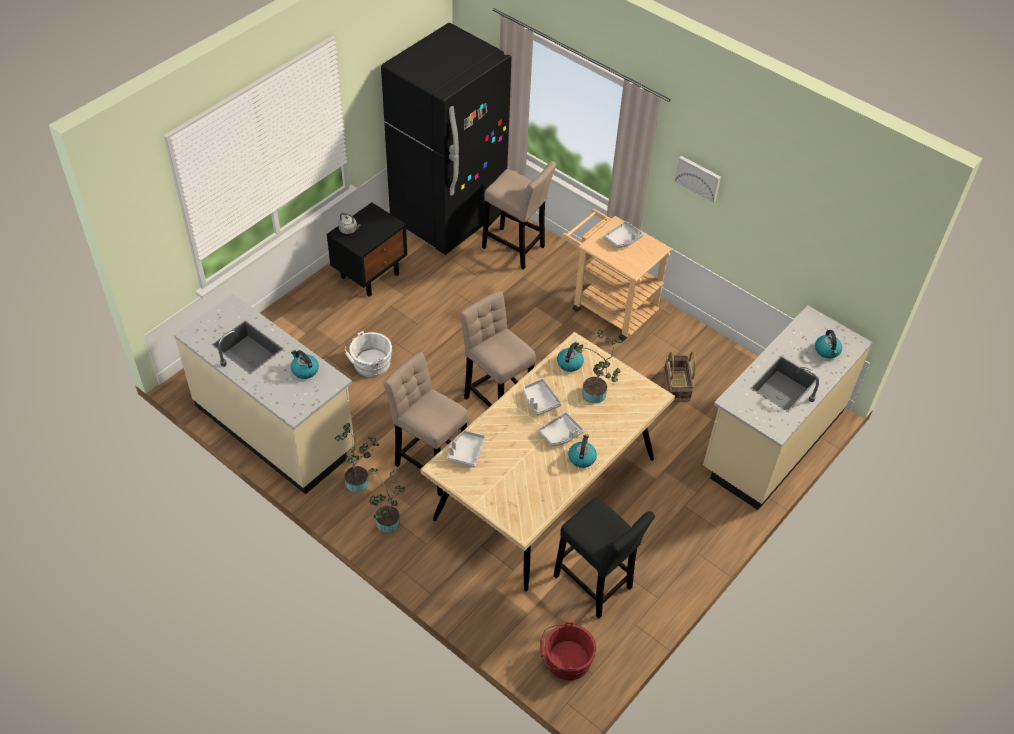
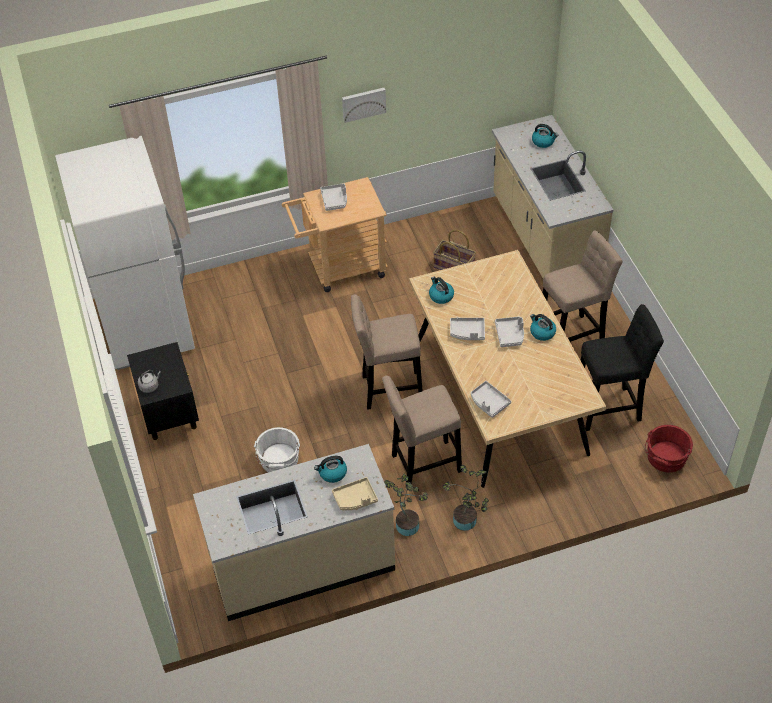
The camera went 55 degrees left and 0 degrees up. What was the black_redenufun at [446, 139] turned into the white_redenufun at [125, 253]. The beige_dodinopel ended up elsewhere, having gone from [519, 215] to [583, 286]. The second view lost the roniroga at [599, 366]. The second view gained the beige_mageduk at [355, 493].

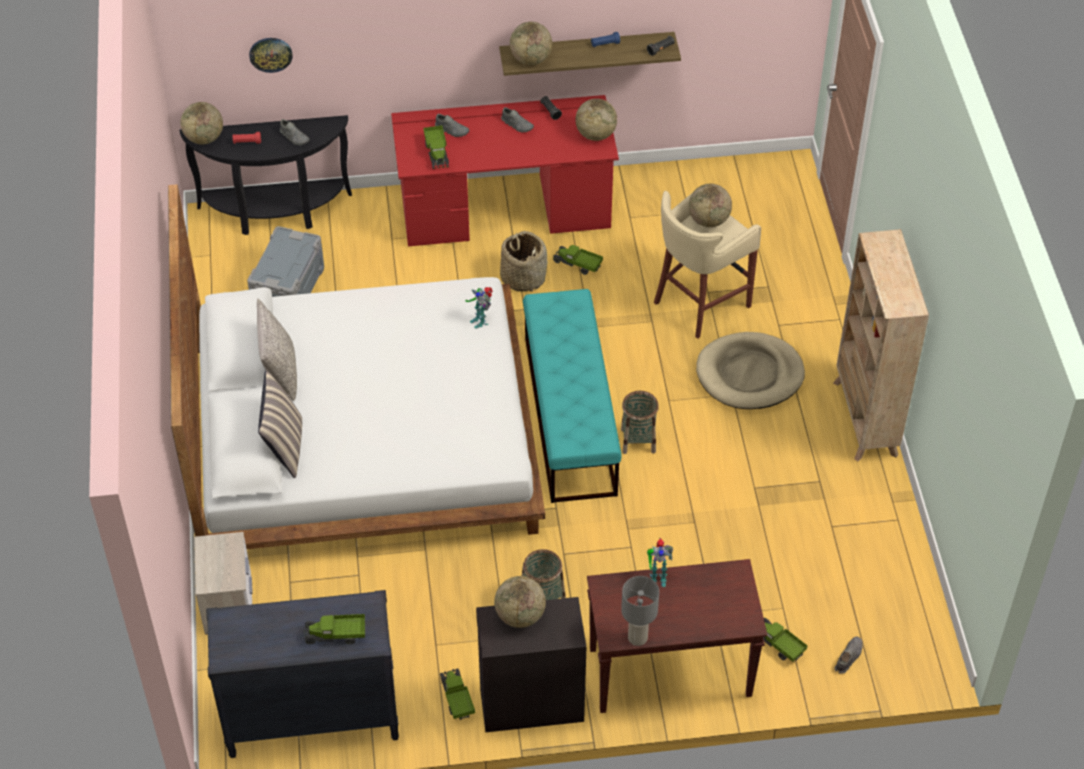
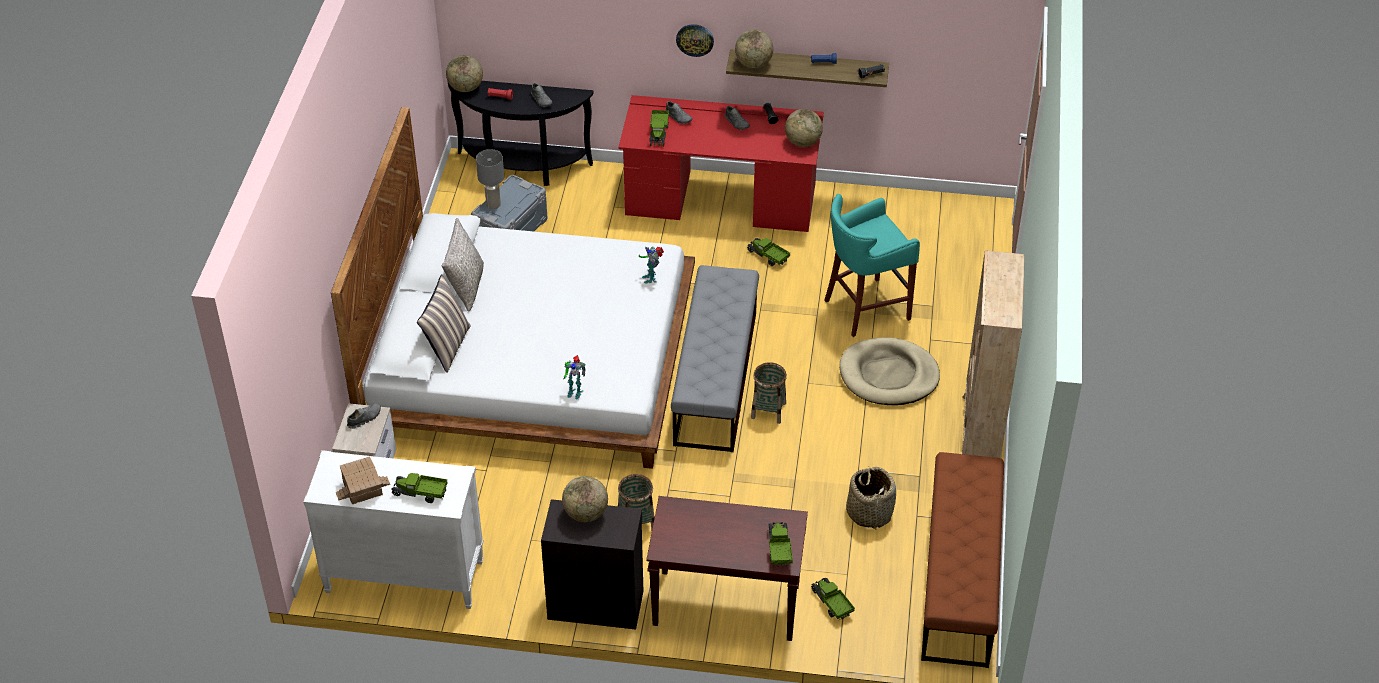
The camera went 15 degrees right and 5 degrees down. What was the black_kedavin at [302, 674] turned into the white_kedavin at [393, 529]. The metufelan ended up elsewhere, having gone from [270, 55] to [695, 40]. The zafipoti ended up elsewhere, having gone from [457, 694] to [780, 544]. The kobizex ended up elsewhere, having gone from [523, 261] to [871, 497]. What was the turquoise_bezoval at [572, 396] turned into the grey_bezoval at [715, 358]. The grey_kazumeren ended up elsewhere, having gone from [640, 611] to [490, 179]. The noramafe ended up elsewhere, having gone from [660, 562] to [574, 377]. What was the beige_dodinopel at [707, 265] turned into the turquoise_dodinopel at [872, 265]. The second view lost the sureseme at [710, 205]. The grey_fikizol ended up elsewhere, having gone from [848, 655] to [364, 416]. The second view gained the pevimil at [363, 480]. The second view gained the brown_bezoval at [962, 560].

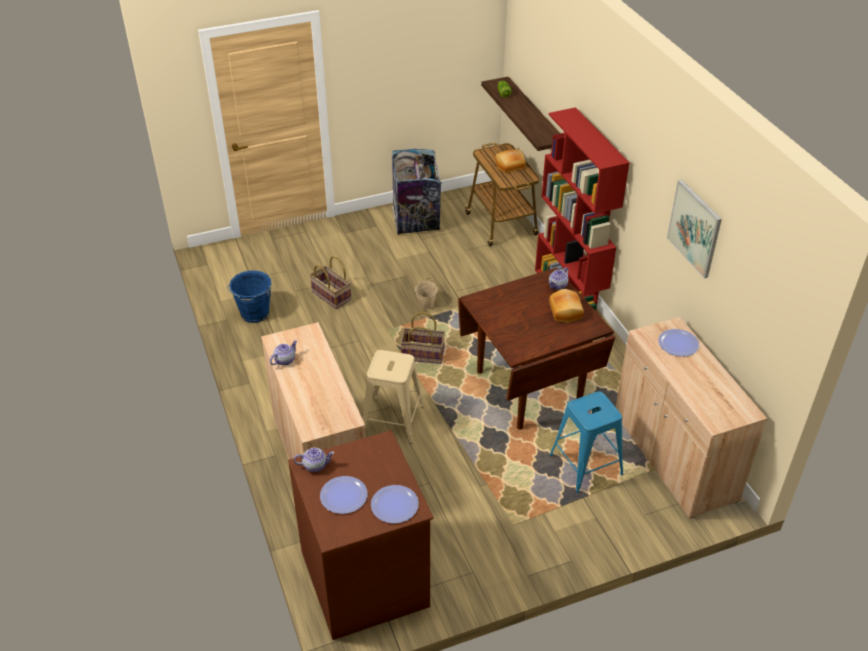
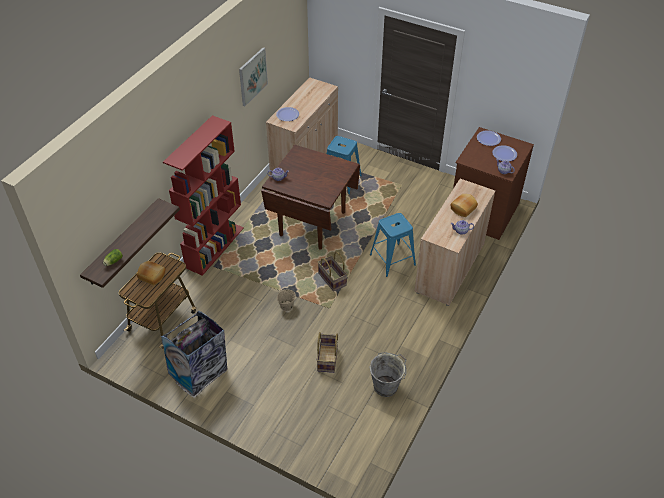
The camera went 130 degrees left and 5 degrees up. What was the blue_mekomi at [249, 296] turned into the grey_mekomi at [388, 374]. What was the beige_dodinopel at [393, 397] turned into the blue_dodinopel at [393, 245]. The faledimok ended up elsewhere, having gone from [566, 306] to [464, 205].

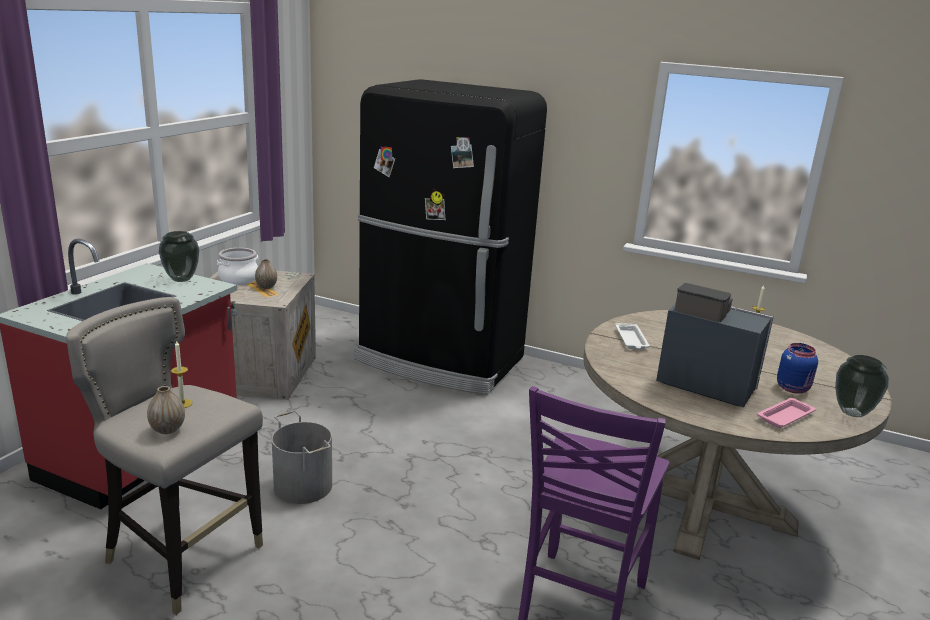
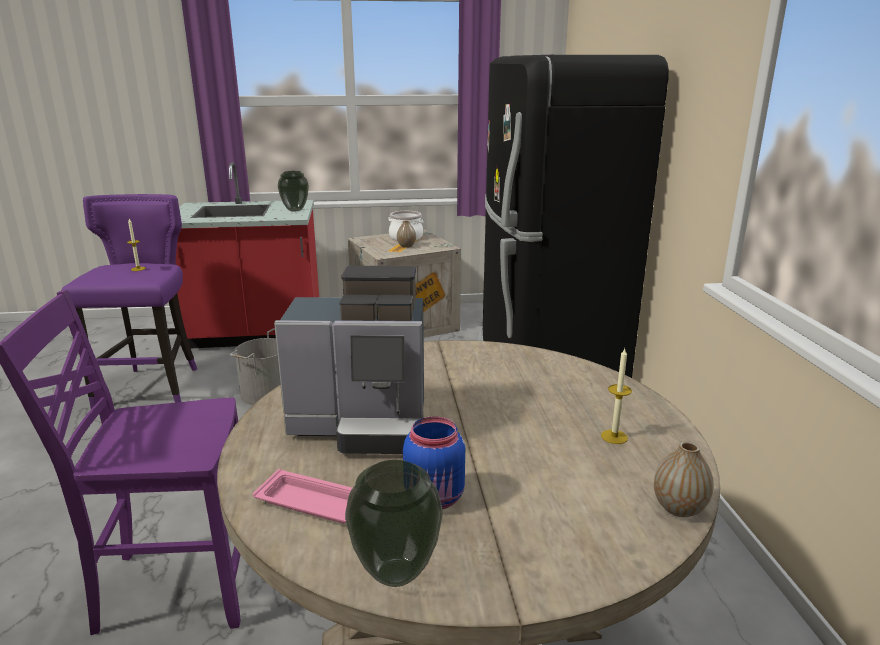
The camera went 60 degrees right and 0 degrees up. What was the grey_dodinopel at [164, 456] turned into the purple_dodinopel at [129, 301]. The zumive ended up elsewhere, having gone from [166, 410] to [684, 479]. The second view lost the white_mageduk at [632, 336]. The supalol at [715, 345] ended up facing another way, 90 degrees clockwise from before.

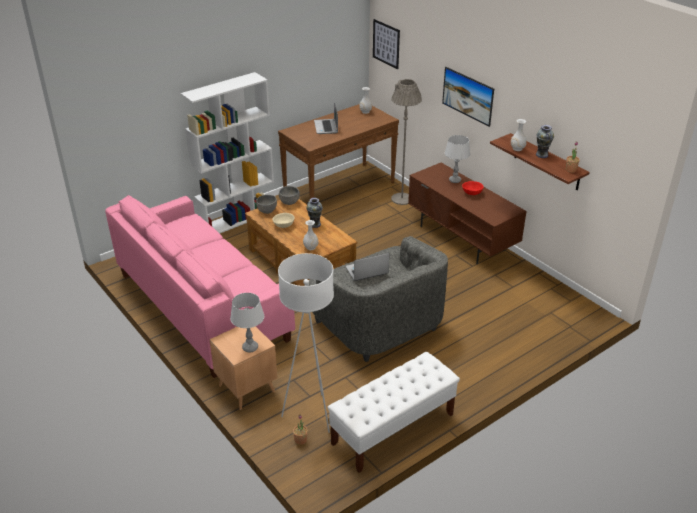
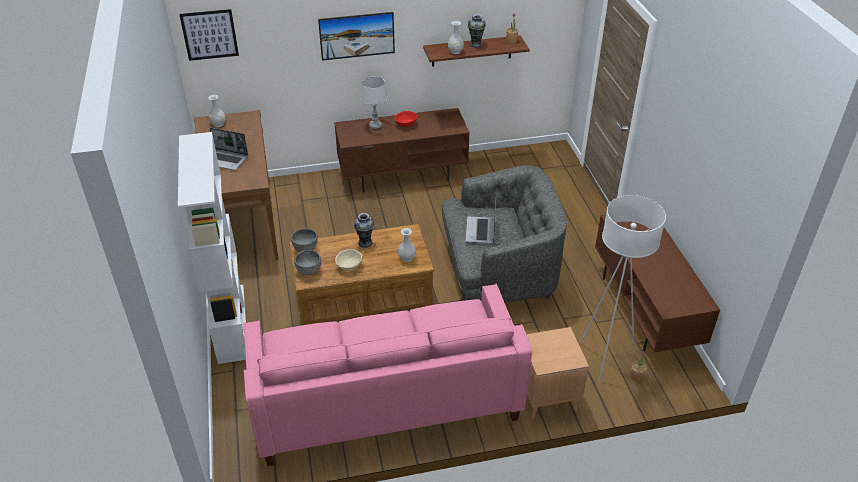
The camera went 65 degrees left and 5 degrees up. The second view lost the grey_kazumeren at [247, 322]. Where the white_bezoval stood at [394, 412], the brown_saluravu came to stand at [657, 283]. The second view lost the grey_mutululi at [406, 142].

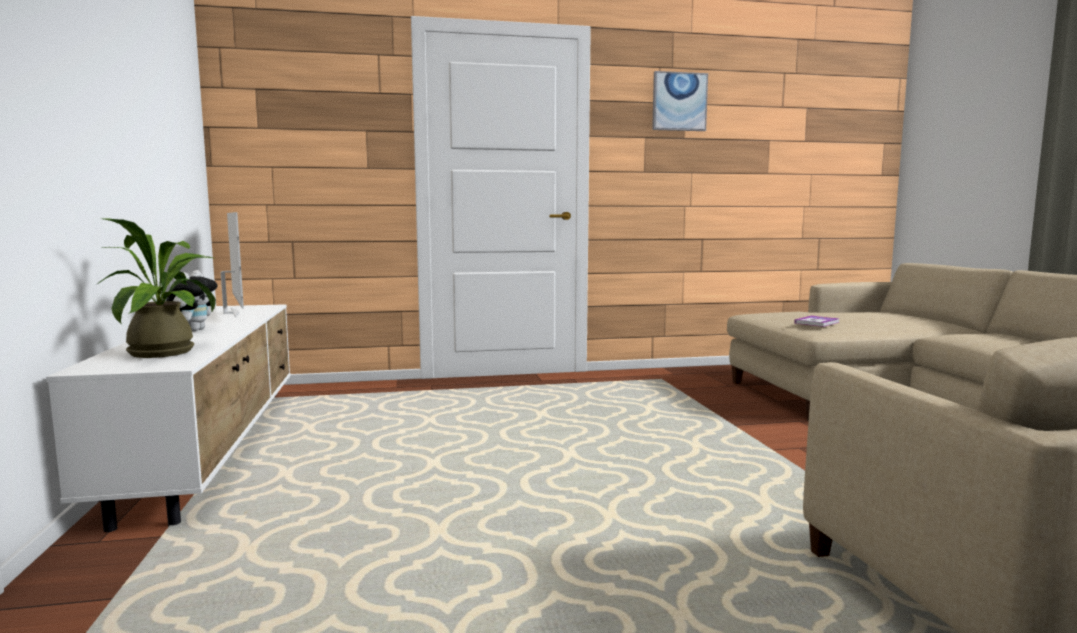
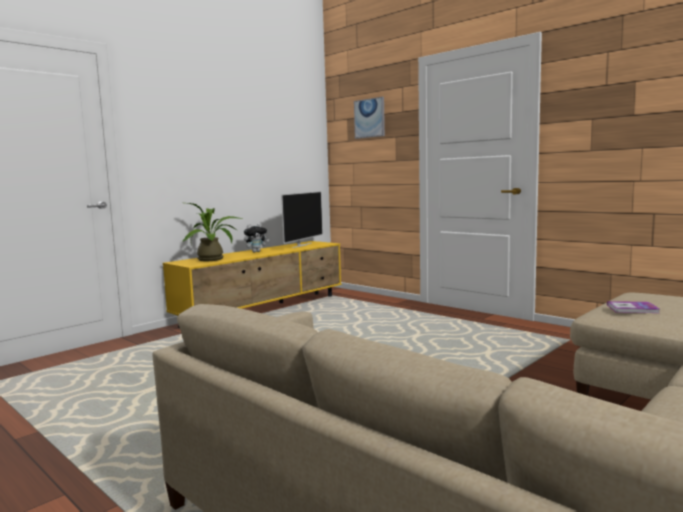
The camera went 55 degrees right and 0 degrees up. What was the white_saluravu at [168, 418] turned into the yellow_saluravu at [252, 284]. The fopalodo ended up elsewhere, having gone from [680, 101] to [369, 118].

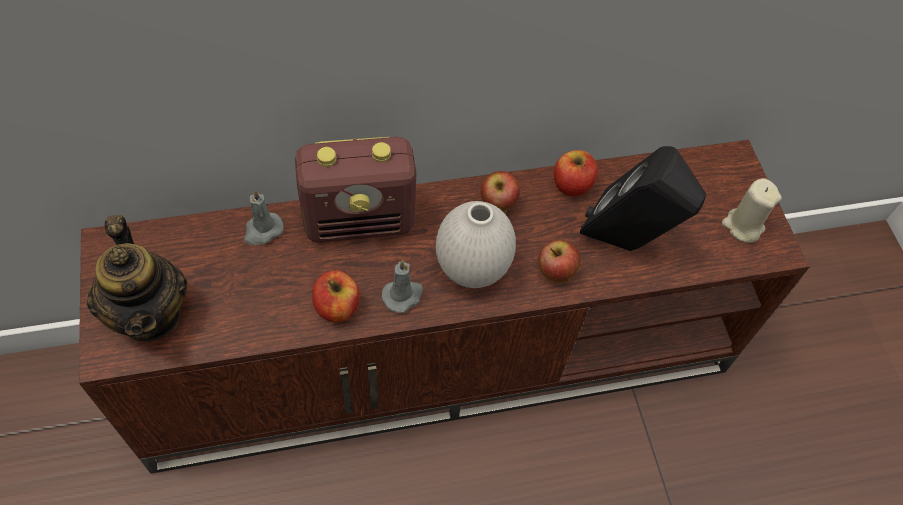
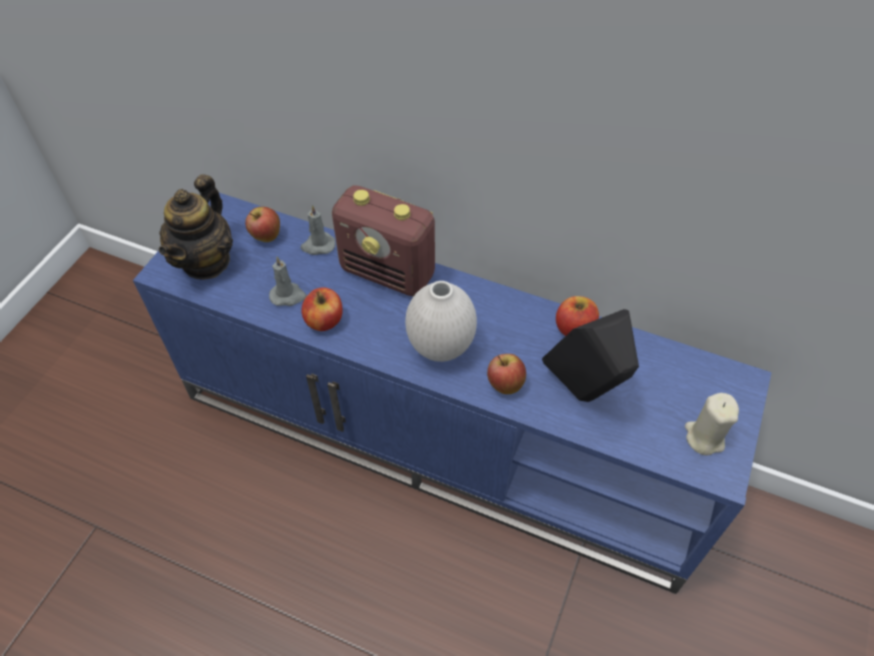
The camera went 40 degrees right and 5 degrees down. What was the brown_saluravu at [444, 307] turned into the blue_saluravu at [452, 393]. The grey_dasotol ended up elsewhere, having gone from [402, 286] to [288, 281]. The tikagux ended up elsewhere, having gone from [500, 191] to [262, 224].

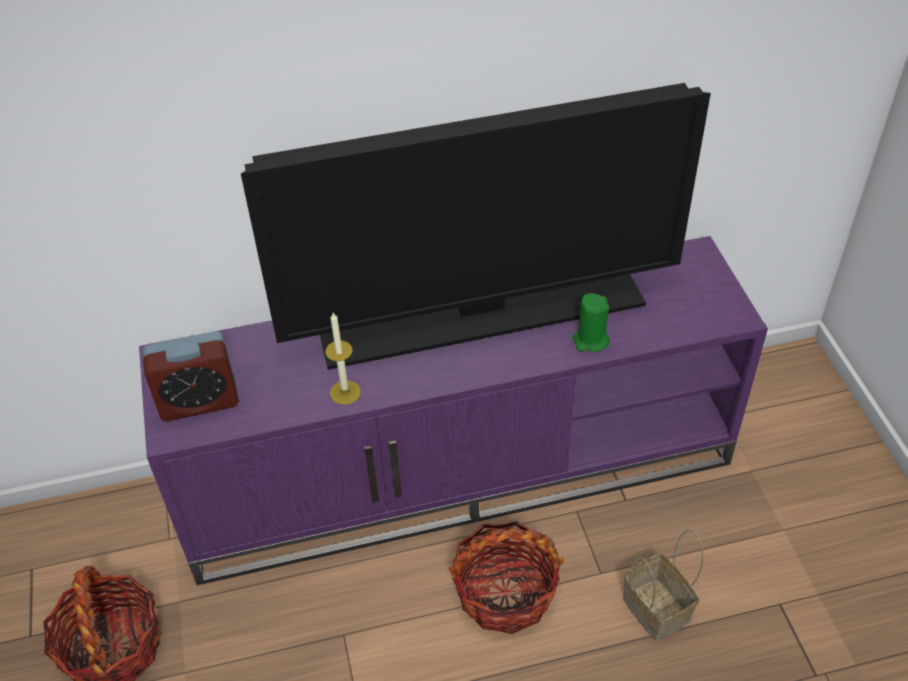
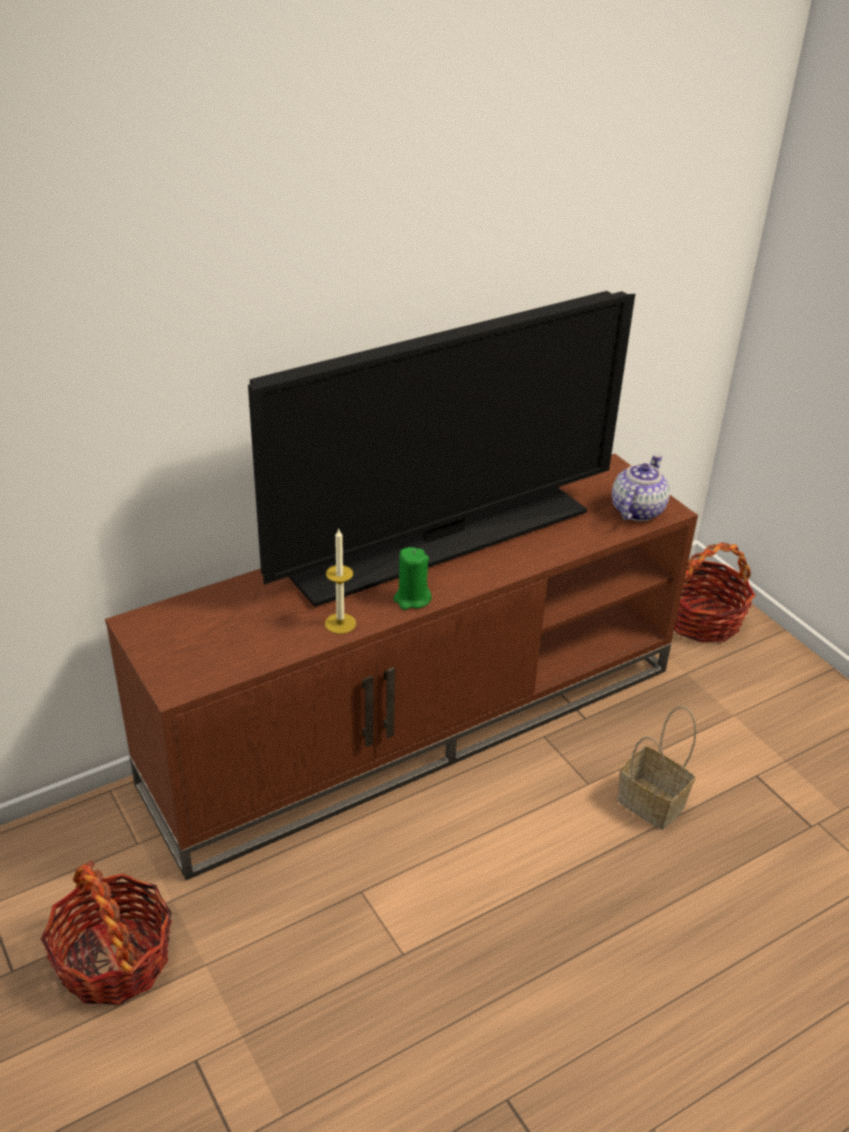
The camera went 20 degrees left and 10 degrees down. What was the purple_saluravu at [453, 410] turned into the brown_saluravu at [401, 667]. The second view lost the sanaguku at [190, 376]. The kobizex ended up elsewhere, having gone from [506, 577] to [715, 592]. The green_dasotol ended up elsewhere, having gone from [591, 322] to [412, 578]. The second view gained the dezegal at [641, 487].

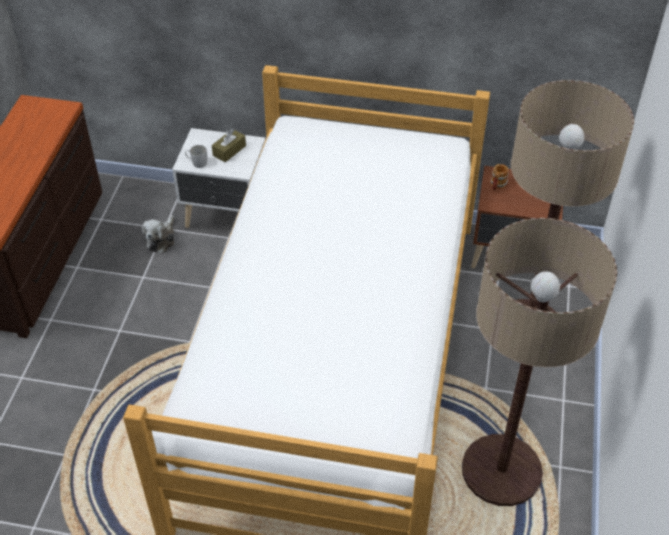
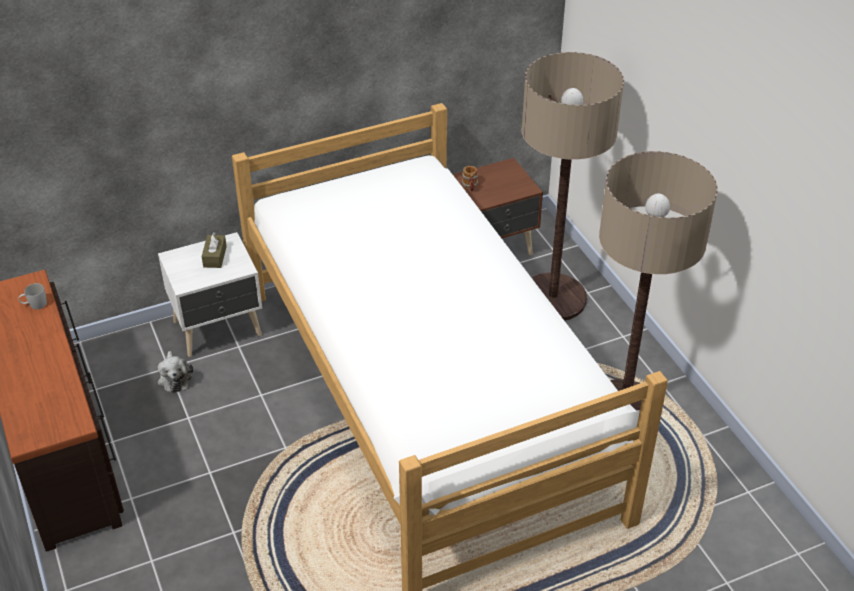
The camera went 35 degrees left and 5 degrees down. The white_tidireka ended up elsewhere, having gone from [196, 156] to [32, 296].

